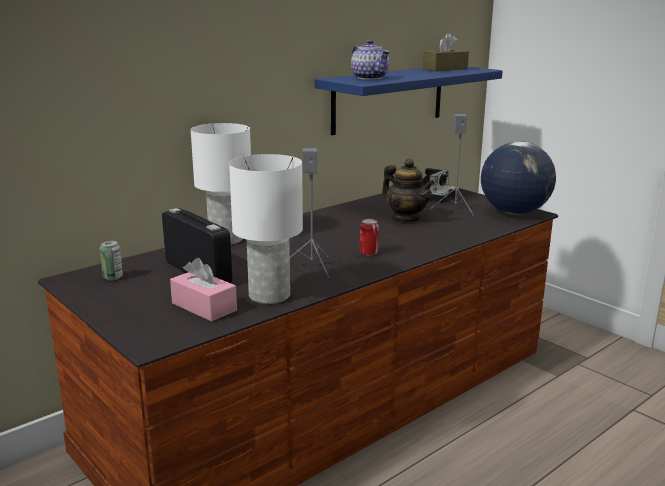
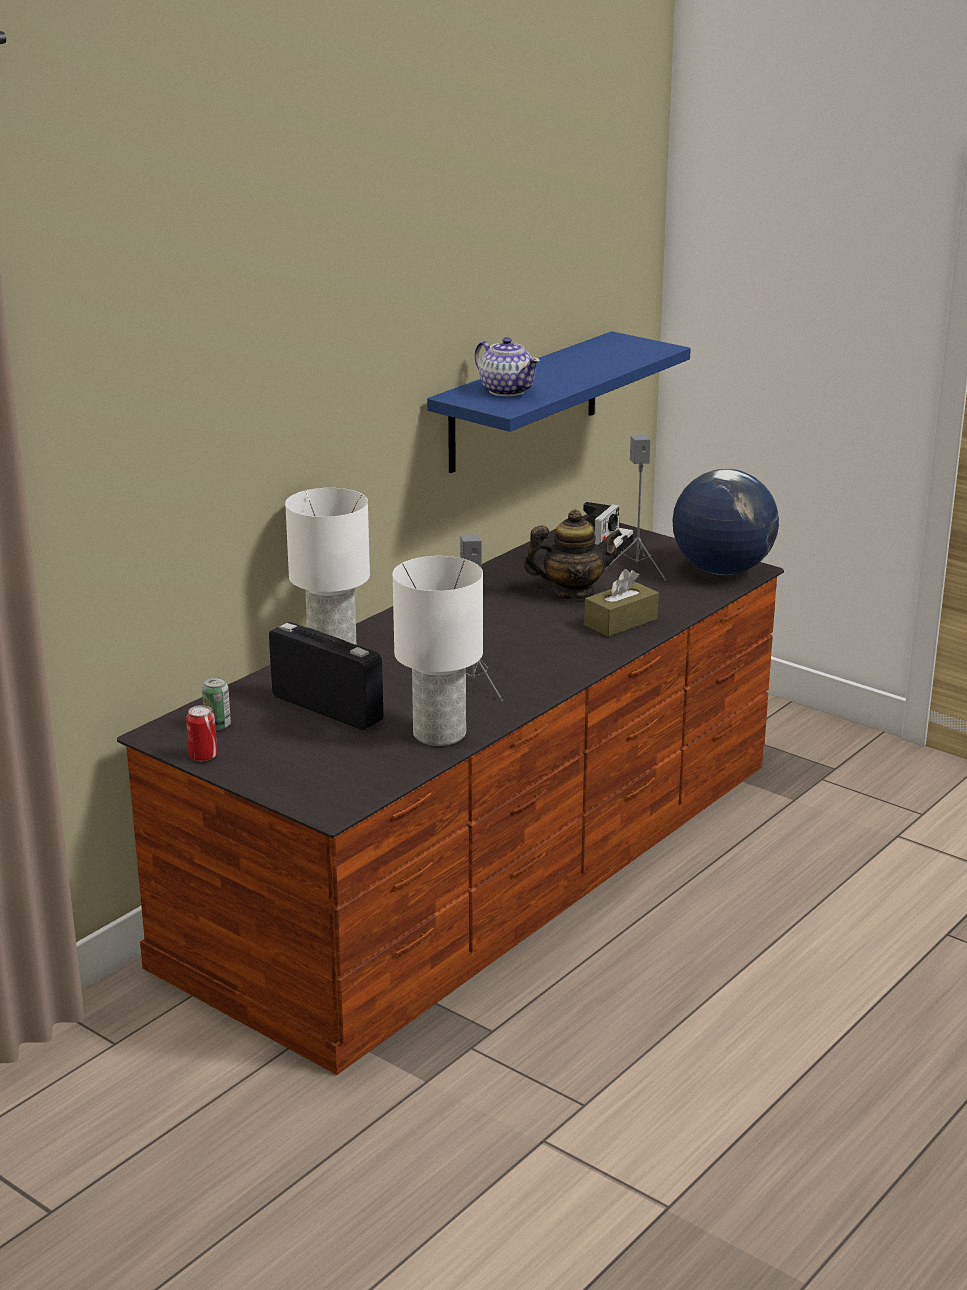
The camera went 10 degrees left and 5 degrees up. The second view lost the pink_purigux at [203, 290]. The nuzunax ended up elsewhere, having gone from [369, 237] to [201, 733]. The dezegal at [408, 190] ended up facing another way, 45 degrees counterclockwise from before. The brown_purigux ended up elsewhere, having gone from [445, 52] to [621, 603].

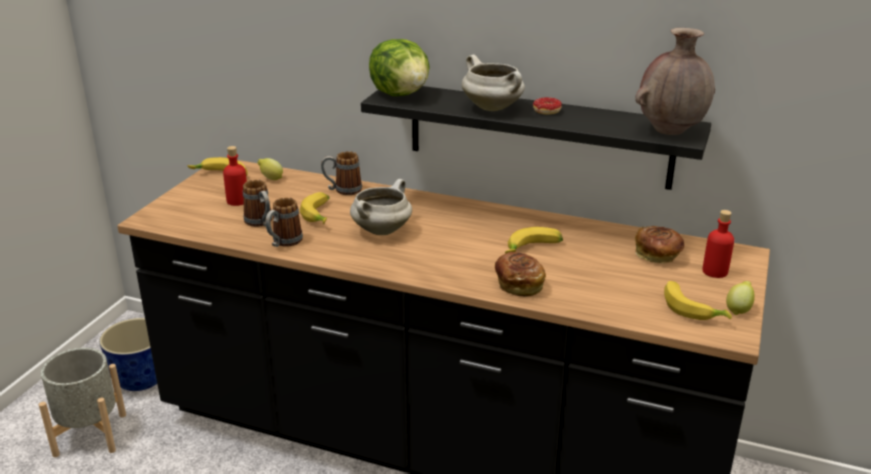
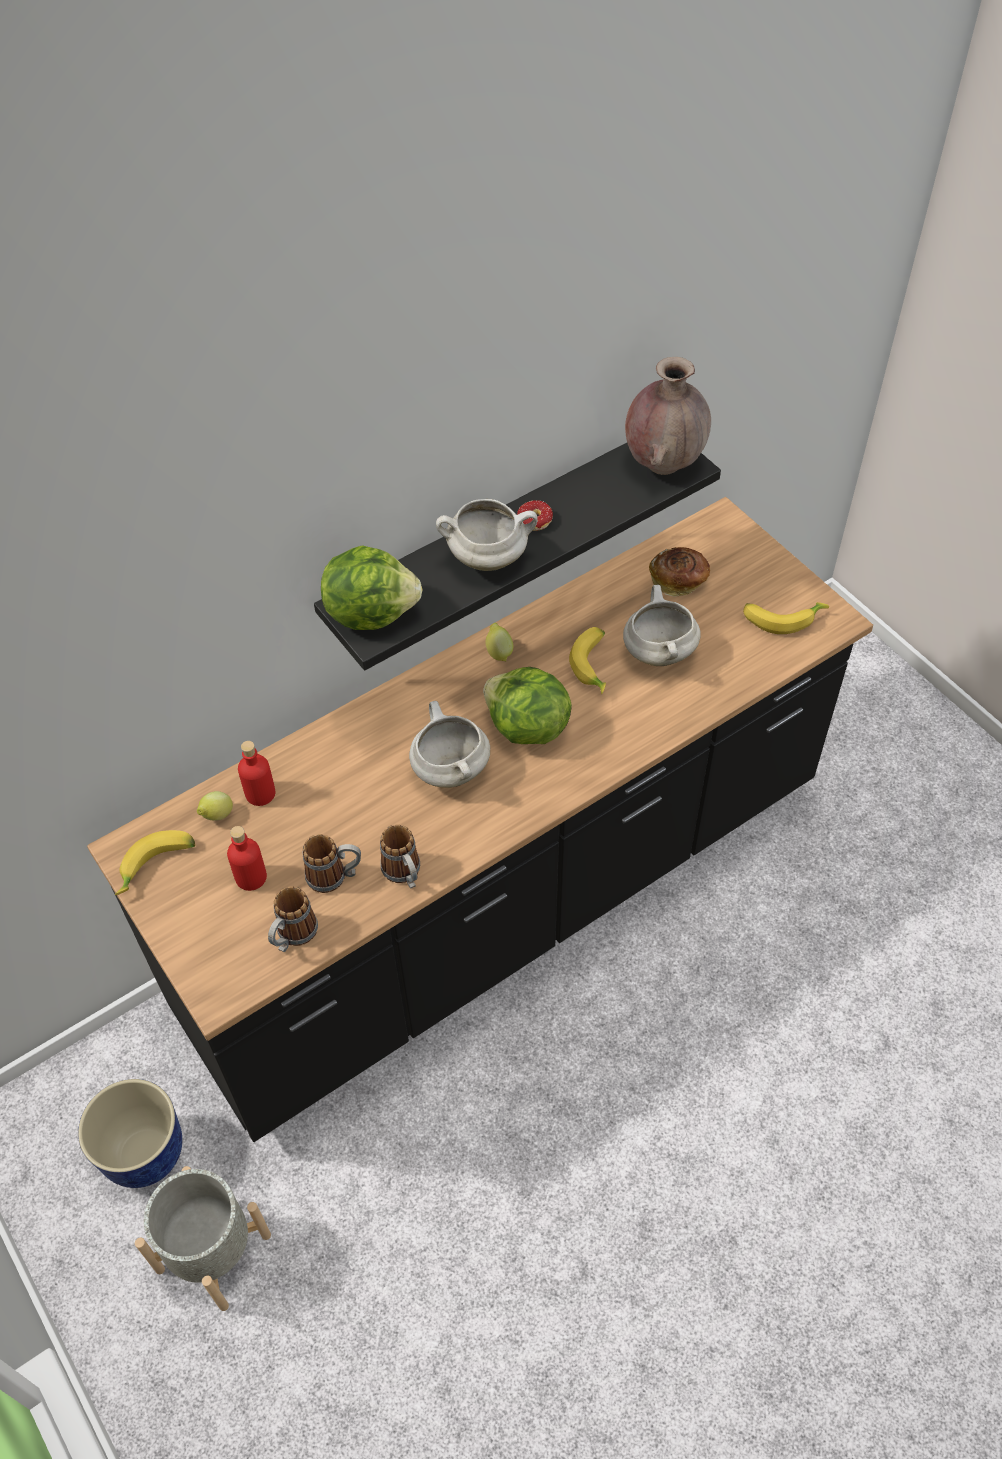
The camera went 55 degrees left and 25 degrees up. The second view lost the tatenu at [314, 208]. The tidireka ended up elsewhere, having gone from [341, 173] to [293, 919]. The second view lost the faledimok at [520, 274]. The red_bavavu ended up elsewhere, having gone from [718, 244] to [256, 773]. The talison ended up elsewhere, having gone from [740, 298] to [499, 642]. The second view gained the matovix at [527, 705]. The second view gained the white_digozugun at [662, 625].

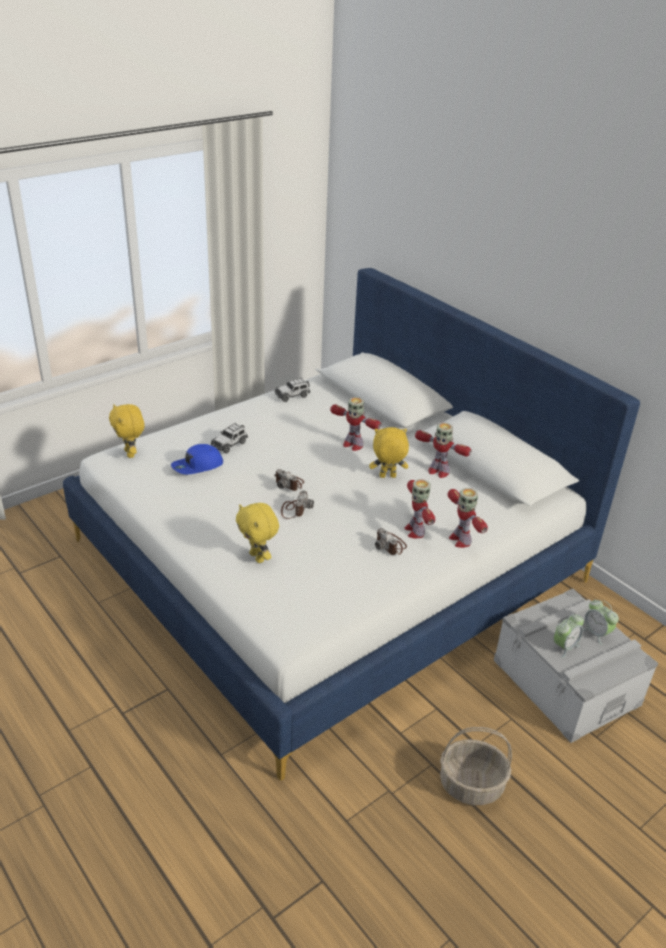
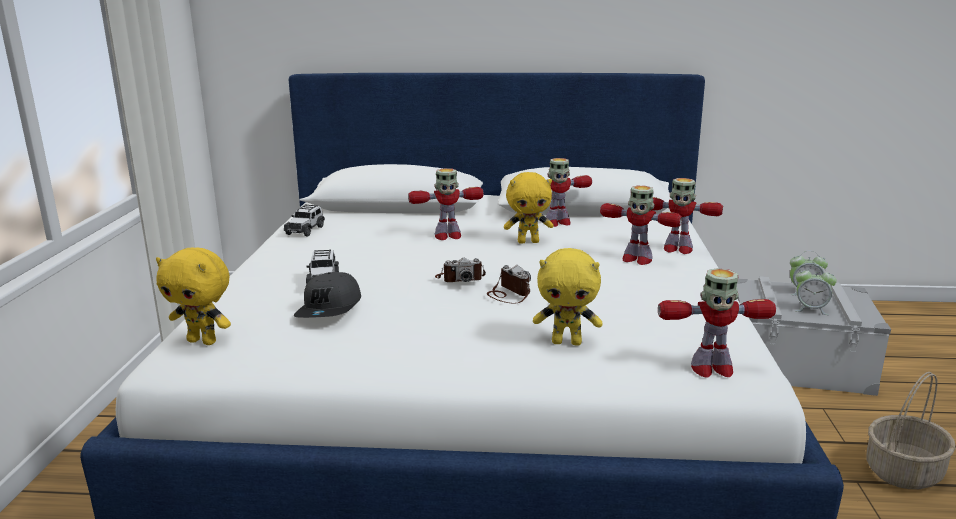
The camera went 45 degrees left and 15 degrees down. What was the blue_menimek at [197, 459] turned into the grey_menimek at [327, 295]. The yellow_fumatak at [389, 452] ended up facing another way, 135 degrees counterclockwise from before. The second view lost the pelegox at [391, 541]. The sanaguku at [569, 636] ended up facing another way, 105 degrees clockwise from before. The second view gained the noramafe at [717, 323].

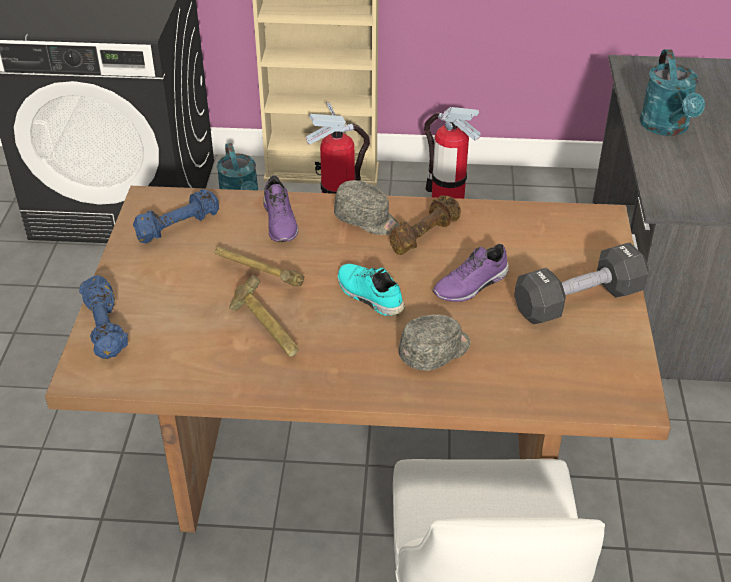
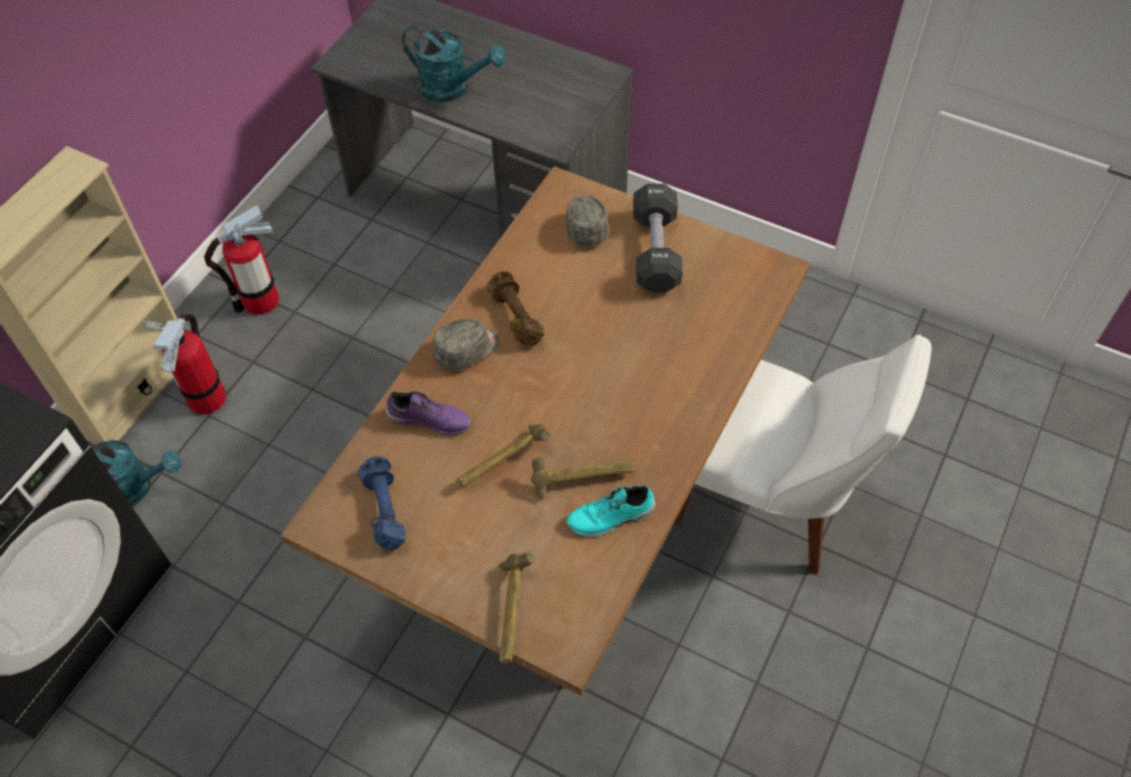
The camera went 65 degrees left and 15 degrees up. Where the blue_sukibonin stood at [103, 317], the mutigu came to stand at [516, 607]. The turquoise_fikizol ended up elsewhere, having gone from [371, 290] to [611, 511]. The grey_menimek ended up elsewhere, having gone from [435, 342] to [587, 221]. The second view lost the purple_fikizol at [471, 273].

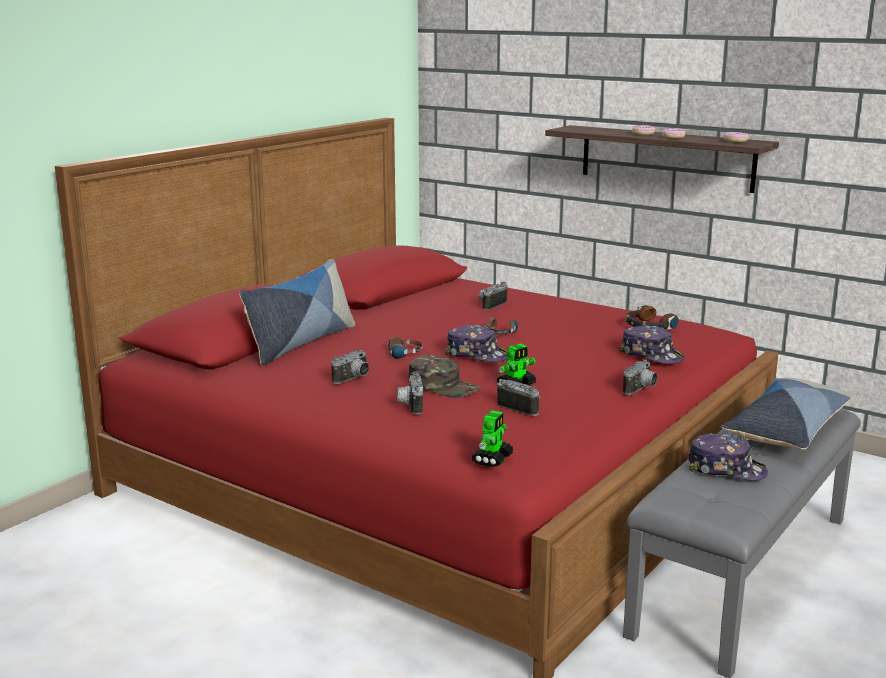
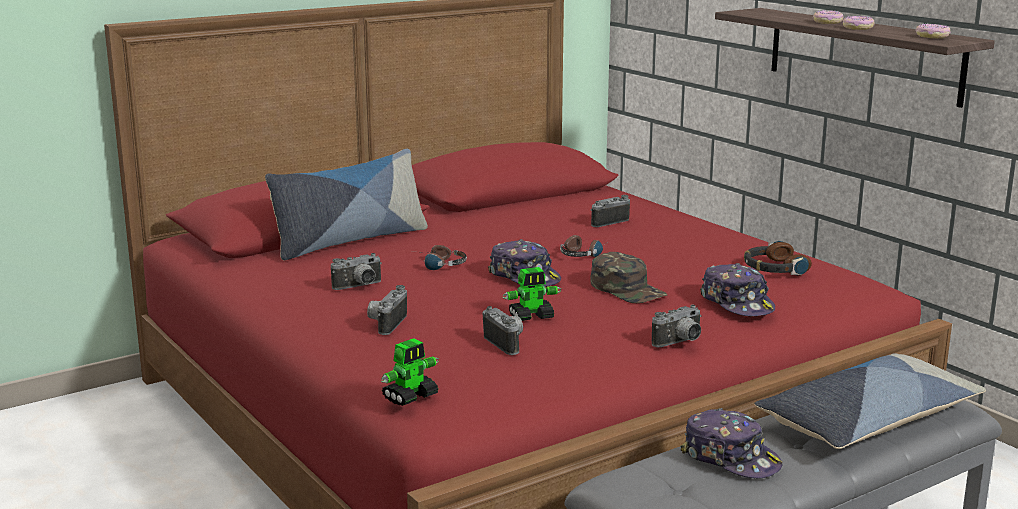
The camera went 20 degrees right and 0 degrees up. The green_menimek ended up elsewhere, having gone from [444, 376] to [628, 277].

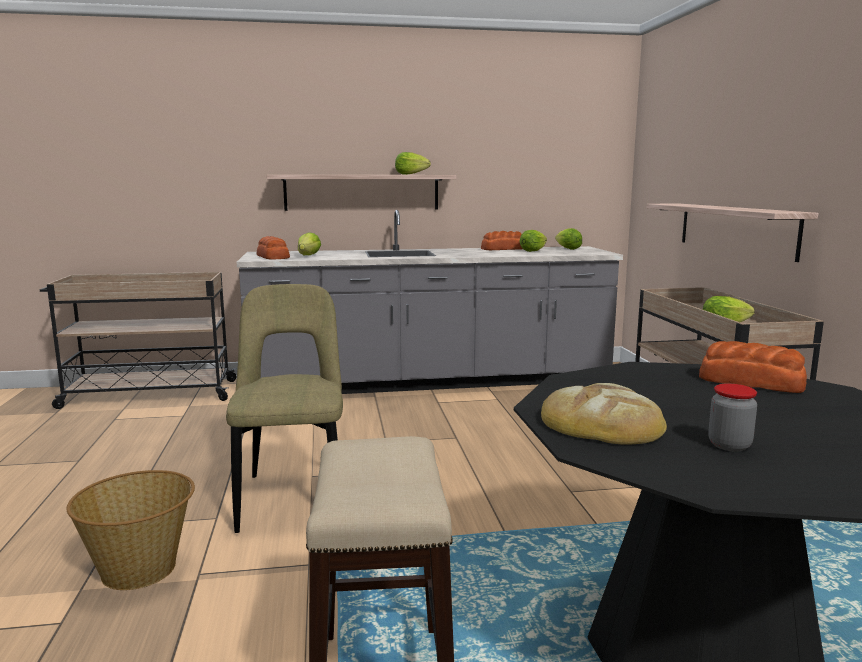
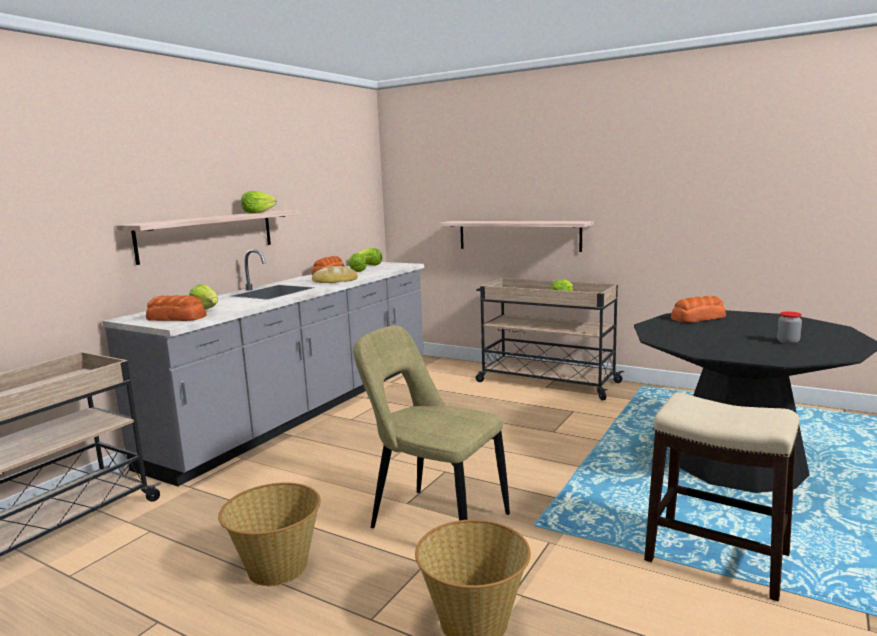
The camera went 50 degrees left and 0 degrees up. The faledimok ended up elsewhere, having gone from [604, 414] to [335, 274]. The second view gained the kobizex at [269, 534].

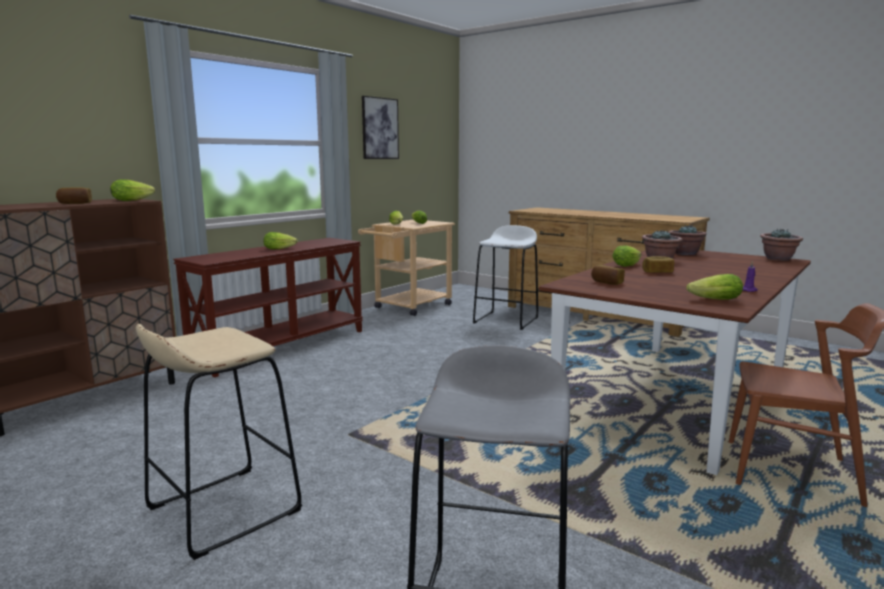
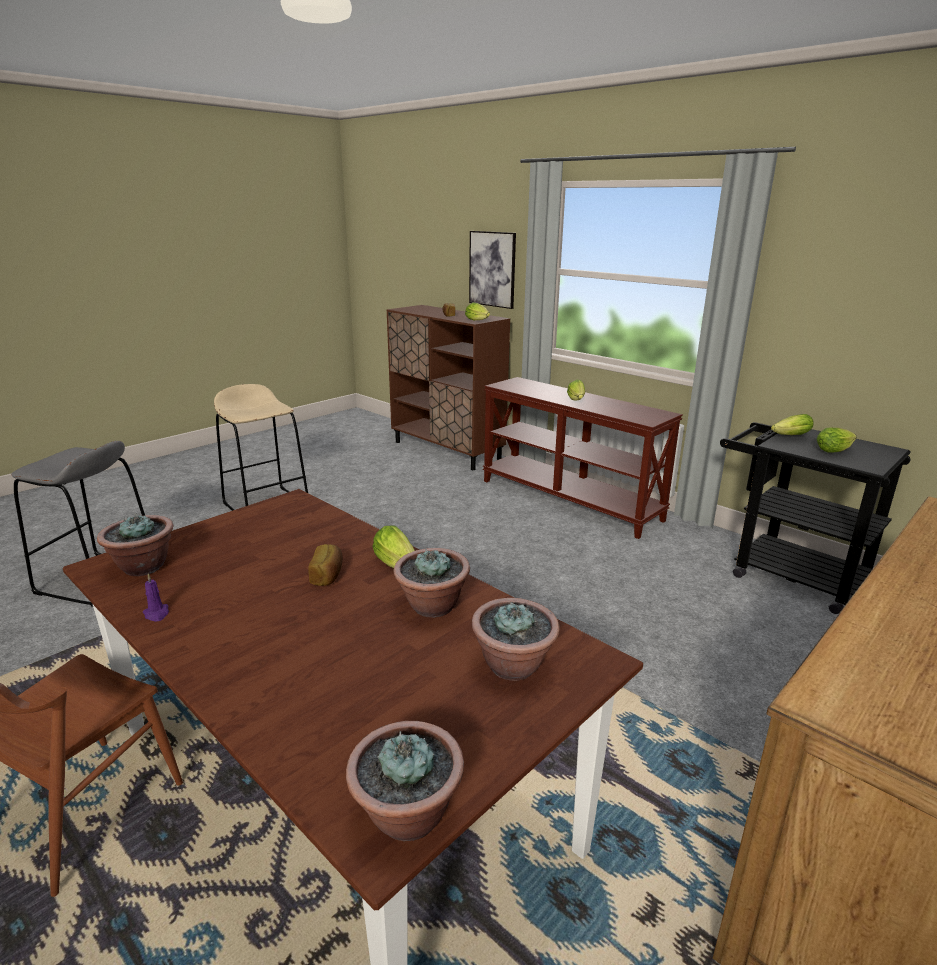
The camera went 95 degrees right and 10 degrees up. What was the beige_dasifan at [406, 268] turned into the black_dasifan at [815, 518]. The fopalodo ended up elsewhere, having gone from [380, 127] to [492, 270]. The second view lost the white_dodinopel at [505, 277]. The second view lost the faledimok at [608, 275]. Where the matovix stood at [714, 287], the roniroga came to stand at [135, 544].

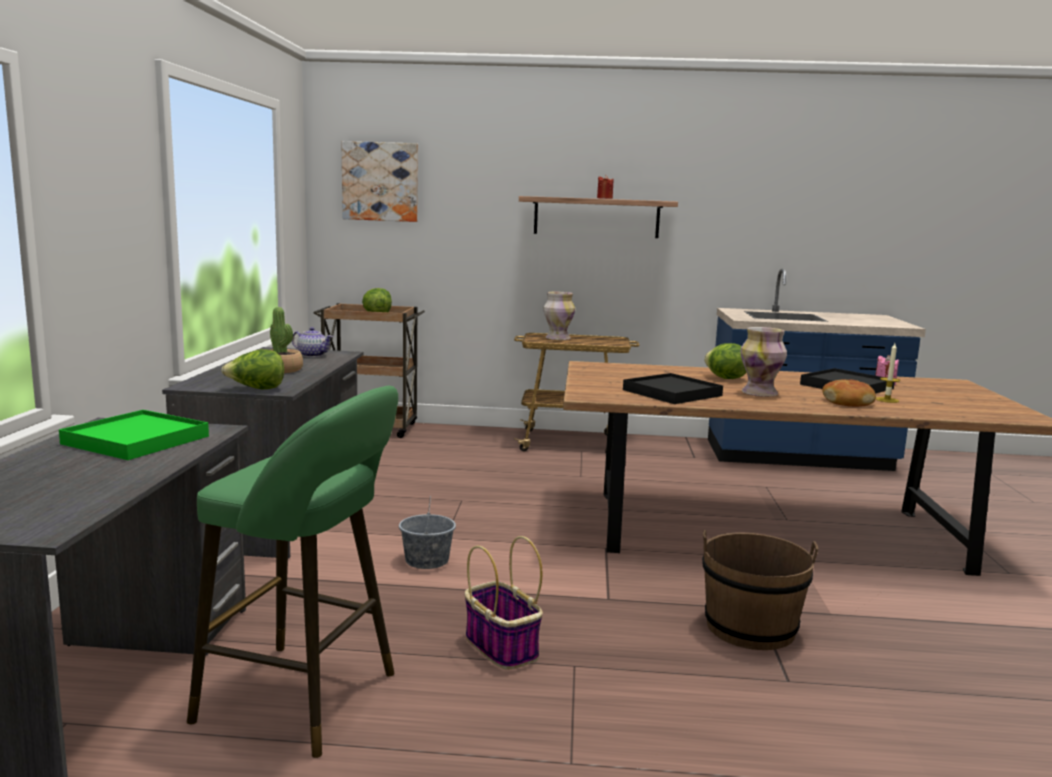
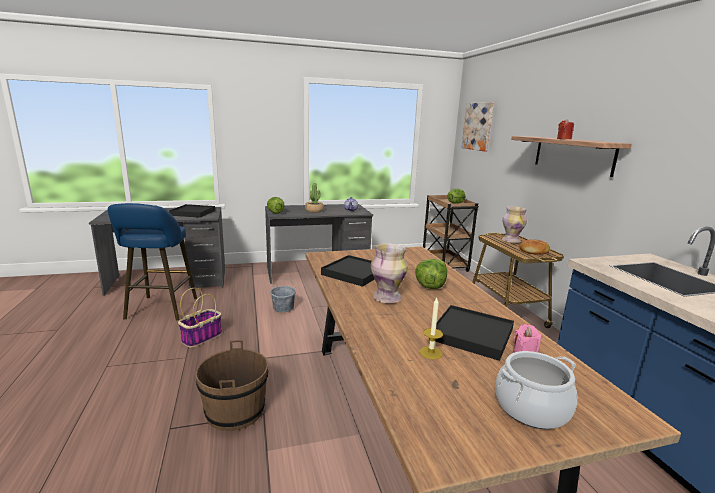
The camera went 70 degrees right and 5 degrees up. What was the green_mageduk at [134, 435] turned into the black_mageduk at [192, 211]. What was the green_dodinopel at [292, 572] turned into the blue_dodinopel at [152, 261]. The faledimok ended up elsewhere, having gone from [849, 393] to [534, 247]. The second view gained the digozugun at [536, 390].

